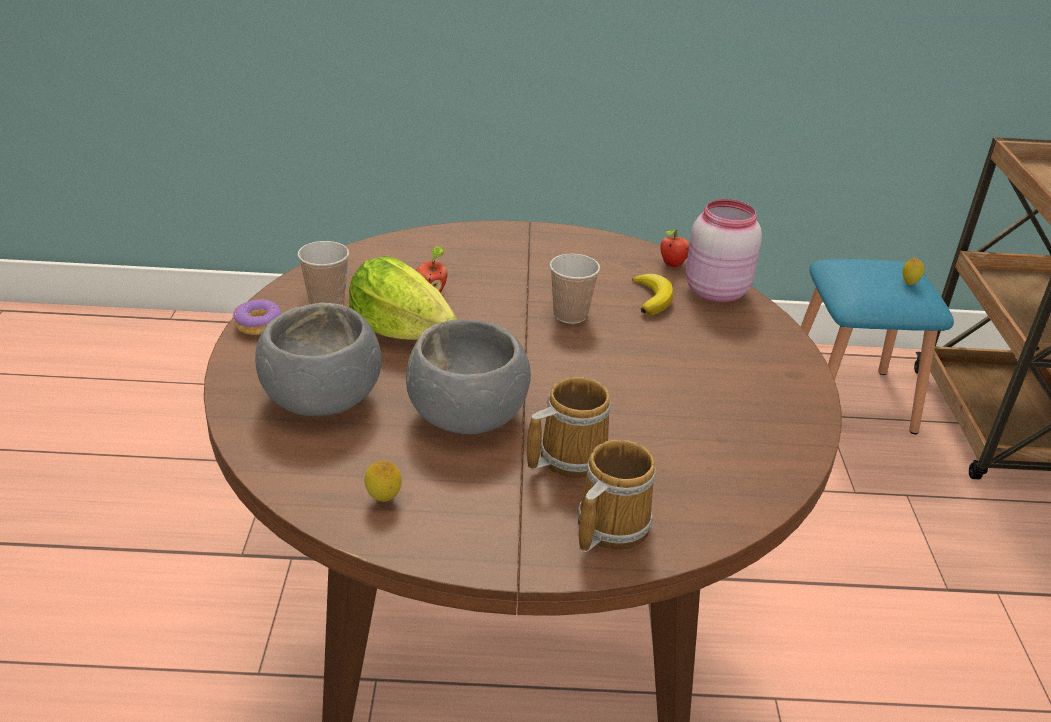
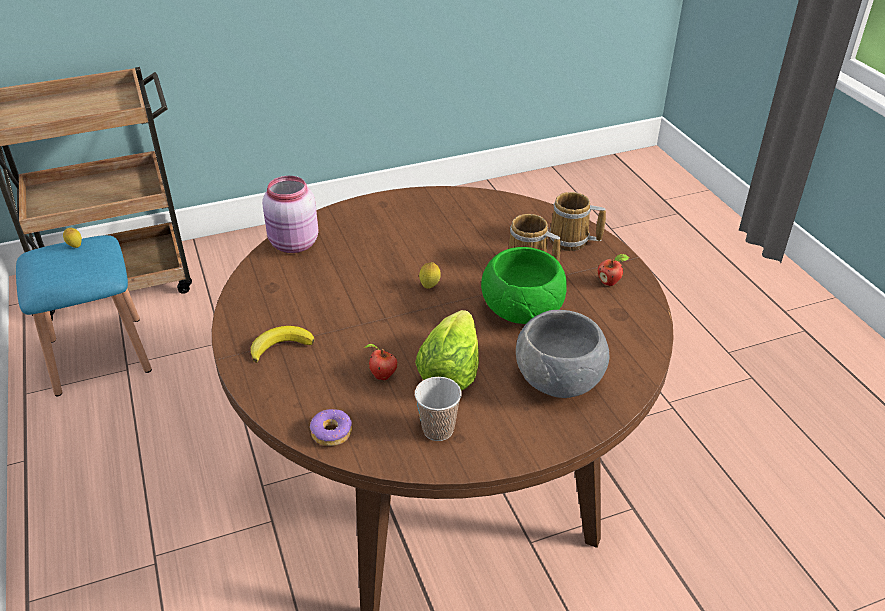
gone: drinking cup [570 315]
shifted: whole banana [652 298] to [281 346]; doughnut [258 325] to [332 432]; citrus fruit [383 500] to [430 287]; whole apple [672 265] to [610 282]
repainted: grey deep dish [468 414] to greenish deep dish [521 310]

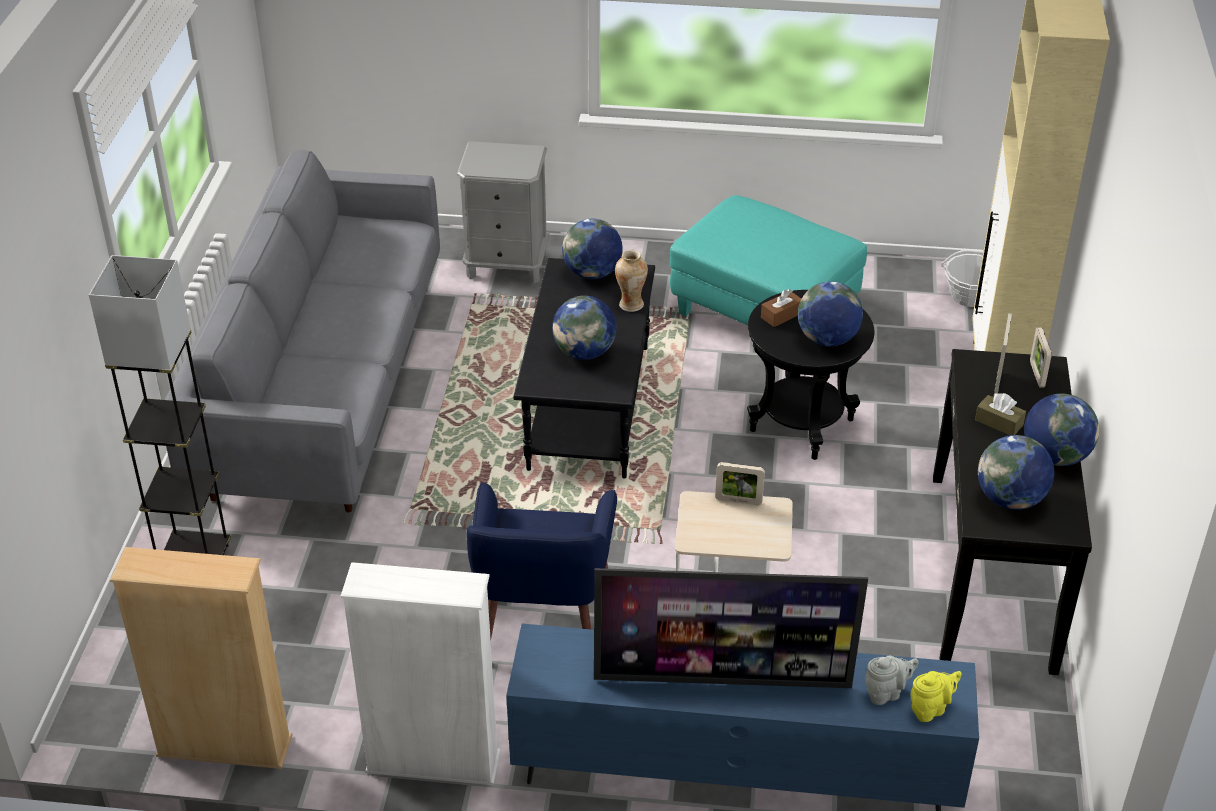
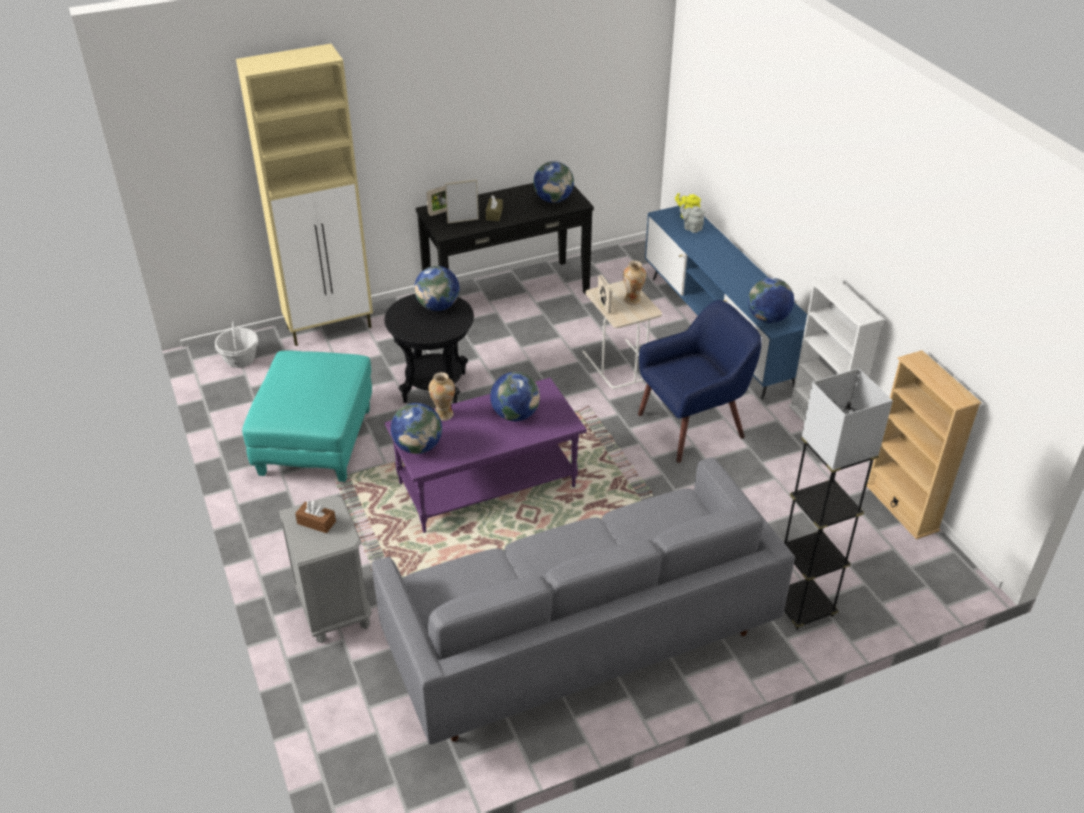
gone: television [723 680]
new: flower vase [632 300]
shifted: brownish box of tissues [781 315] to [316 522]; world globe [1055 456] to [768 318]
repainted: black low table [587 406] to purplish low table [487 486]

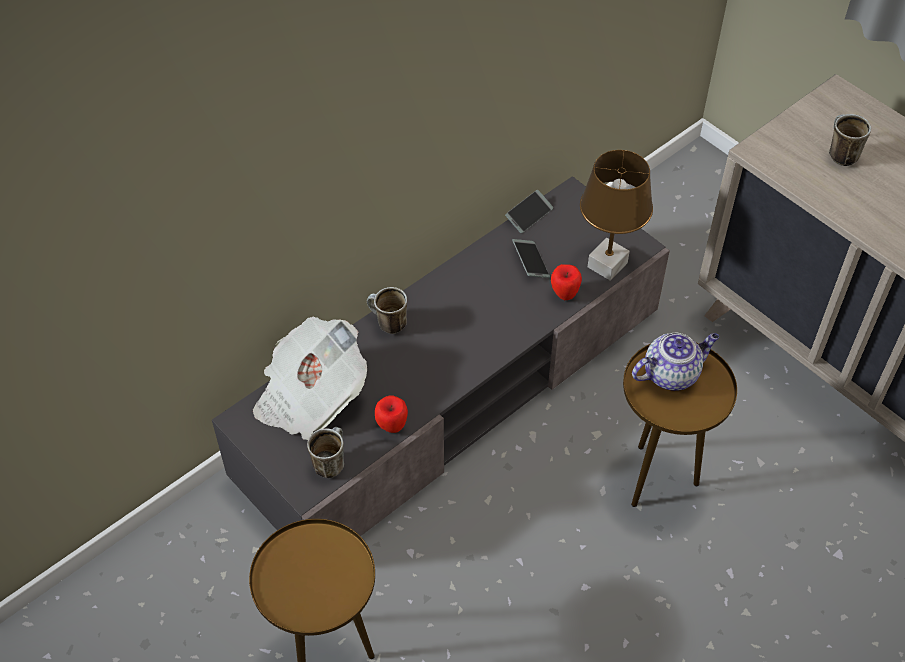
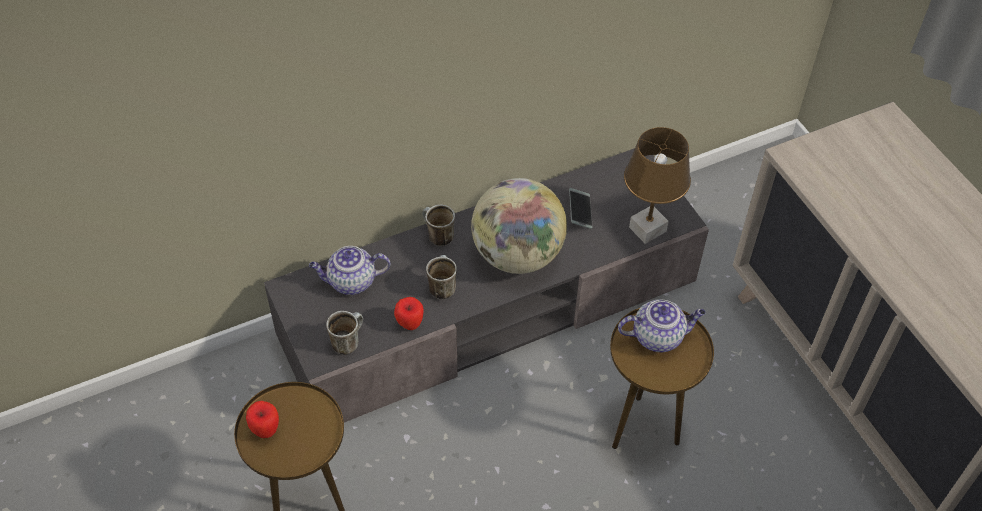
gone: telephone [529 215]
new: world globe [517 255]
shifted: whole apple [564 295] to [266 430]; mug [839 154] to [441 287]
swapped: printed paper [310 396] to tea pot [351 282]

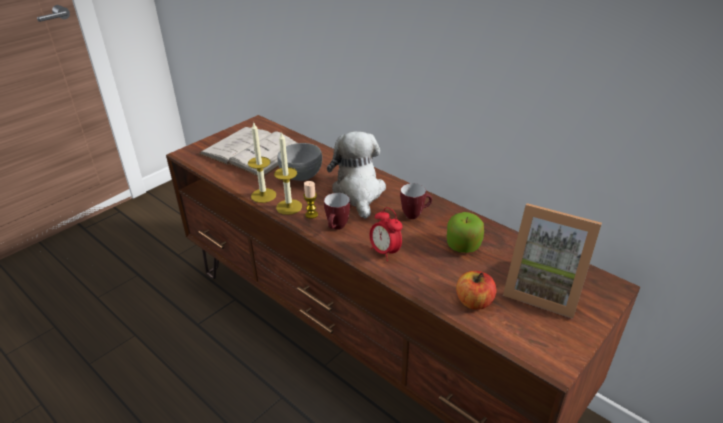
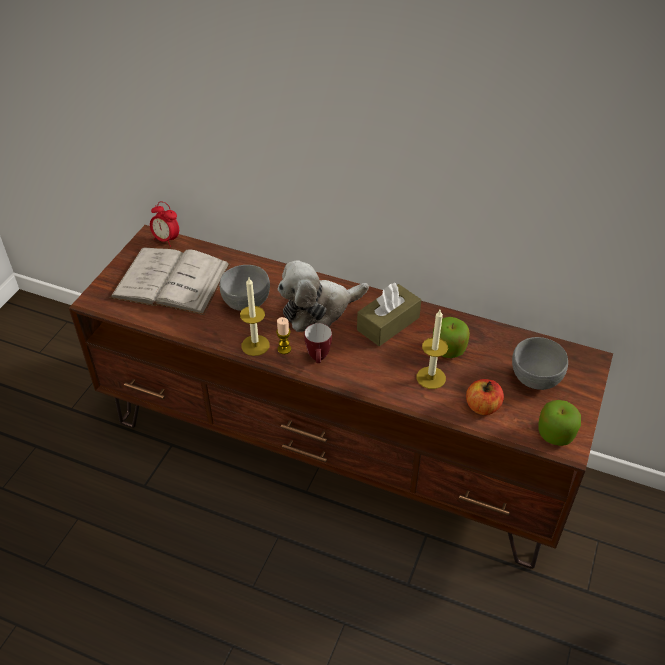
new: whole apple [555 433]
shifted: bedside clock [385 252] to [166 240]; wax light [263 195] to [431 377]
swapped: mug [415 214] to brownish box of tissues [388 324]; picture frame [543 290] to grey deep dish [536 378]
rotated: cuddly toy [359 192] = [319 310] 90 degrees counterclockwise

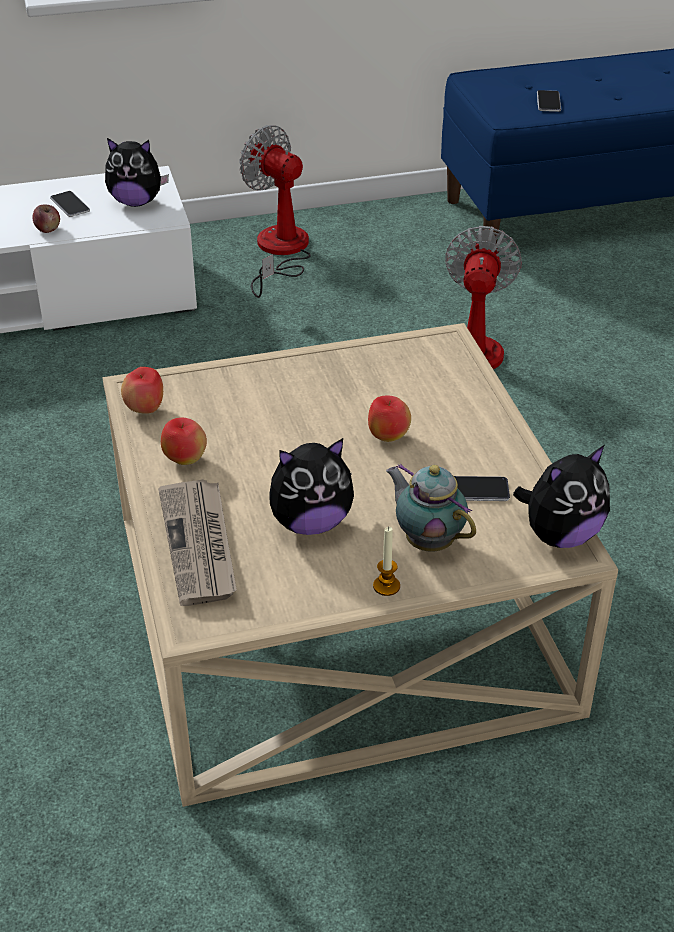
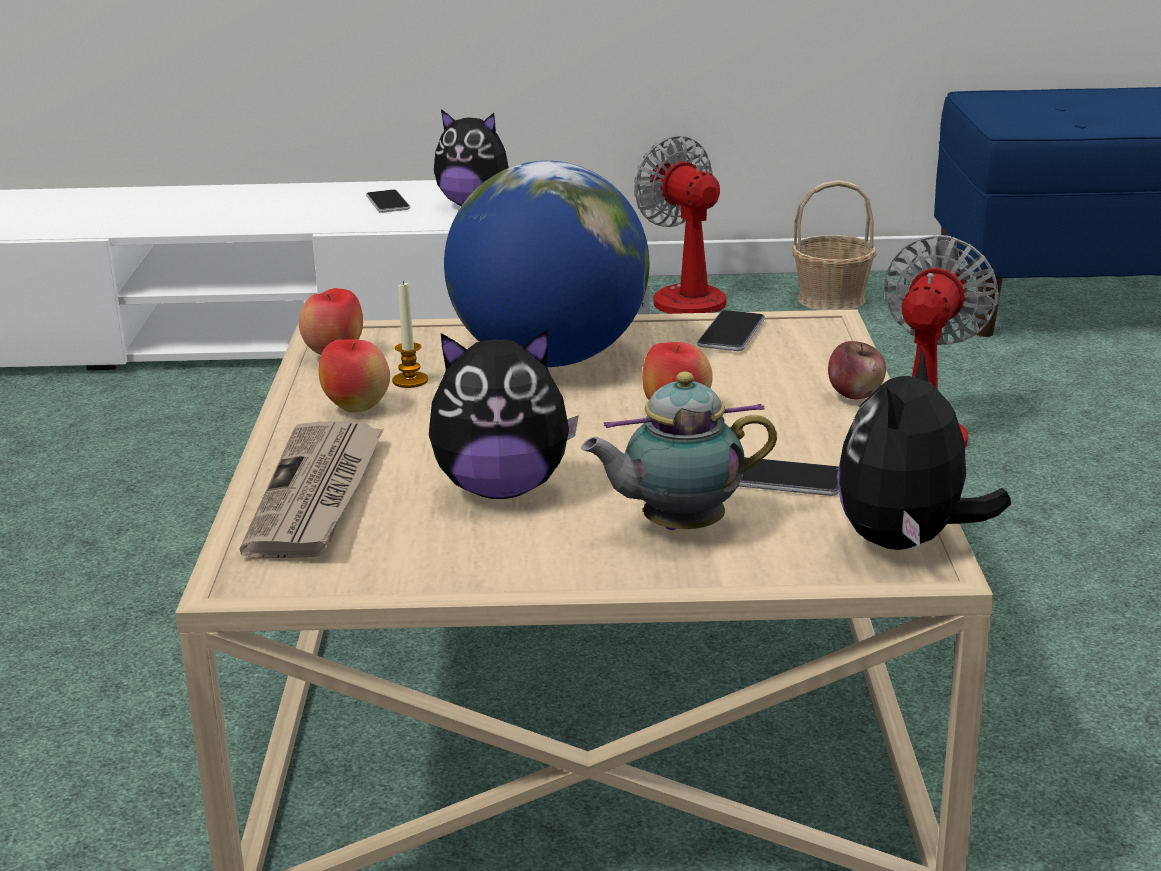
new: world globe [550 359]; household basket [832 300]
shifted: wax light [386 586] to [410 381]; telephone [548 102] to [731 333]; whole apple [48 229] to [855 394]
rotated: tea pot [427 541] = [677 527] 75 degrees counterclockwise; cuddly toy [560 535] = [907 543] 135 degrees clockwise

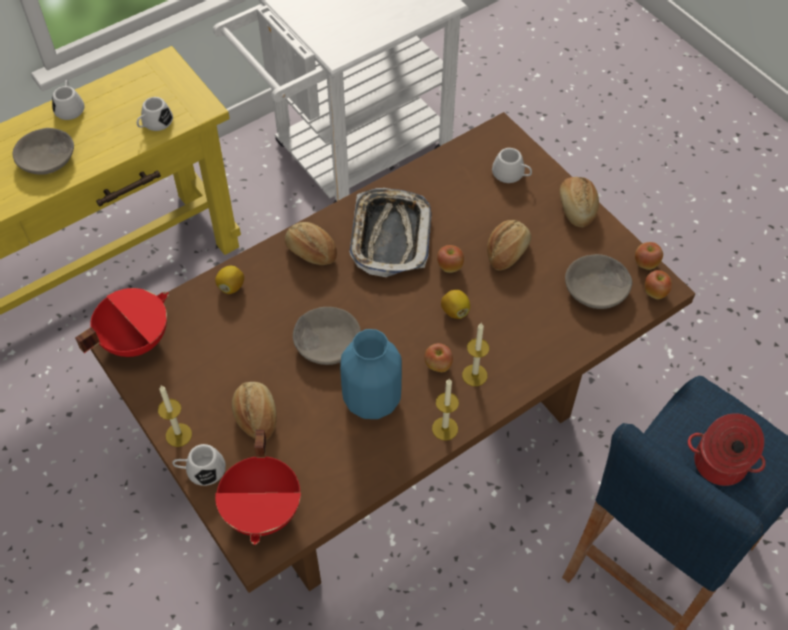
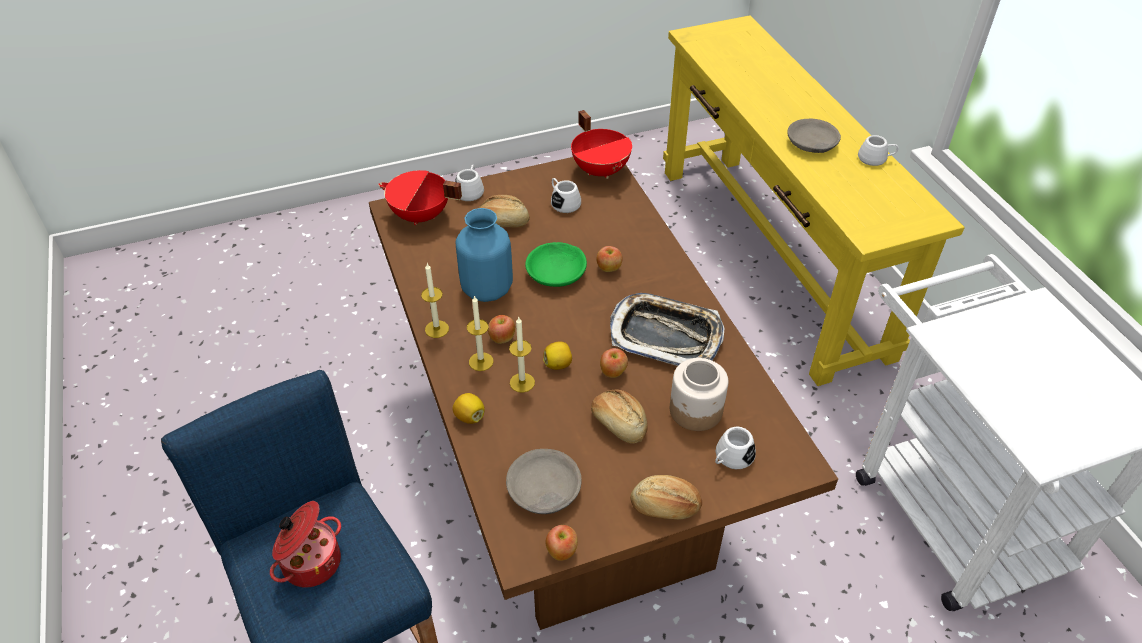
gone: baked bread [310 252]
new: preserve jar [696 411]
shifted: citrus fruit [231 286] to [469 416]; wax light [178 435] to [522 382]; white-coloured mug [154 123] to [563 202]; whole apple [655 292] to [609 268]
repainted: grey deep dish [326 342] to greenish deep dish [557 272]

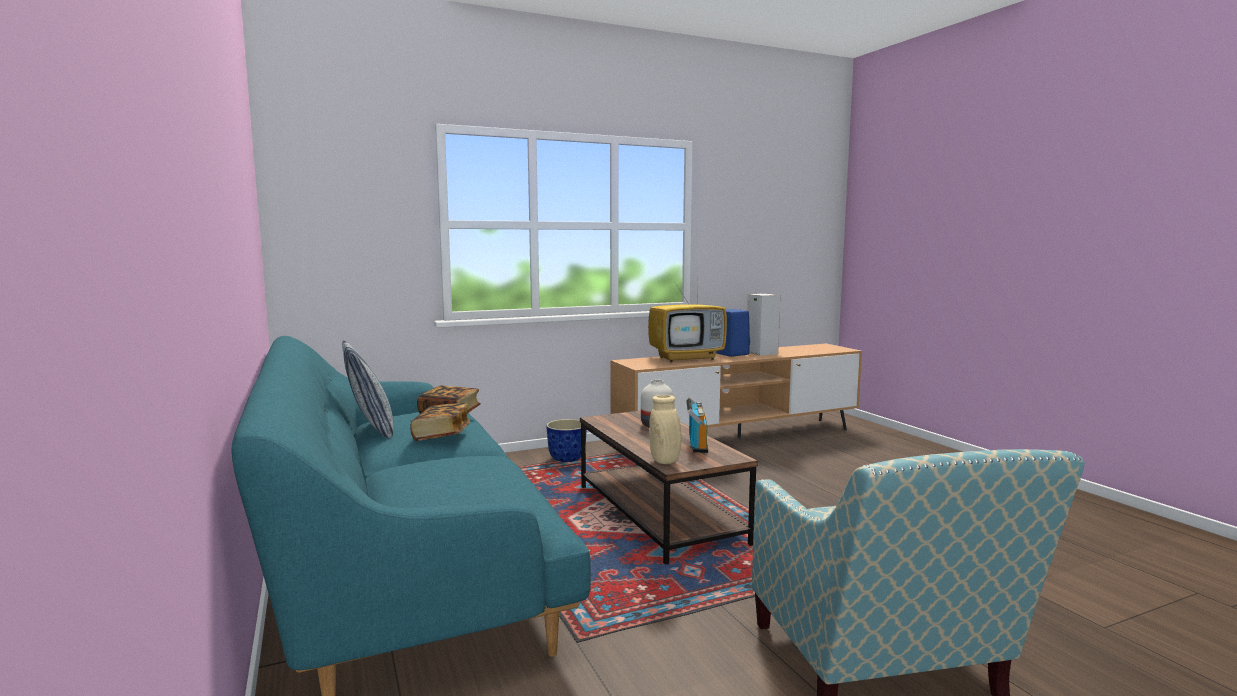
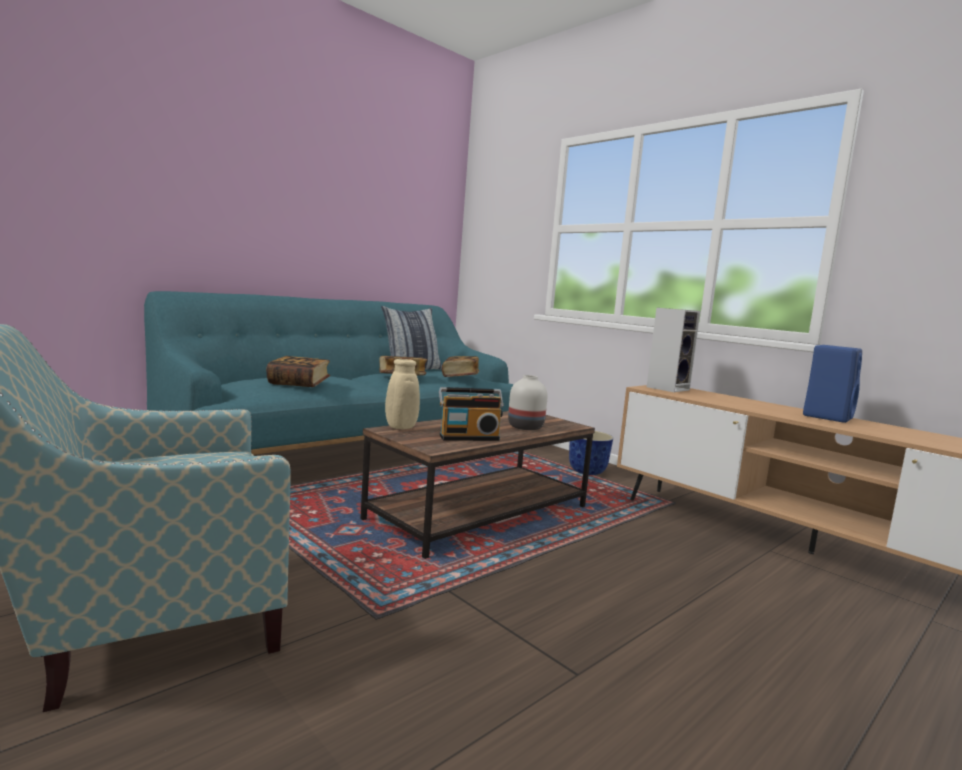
gone: television [687 358]
new: volume [298 384]
shifted: audio speaker [760 352] to [668 388]

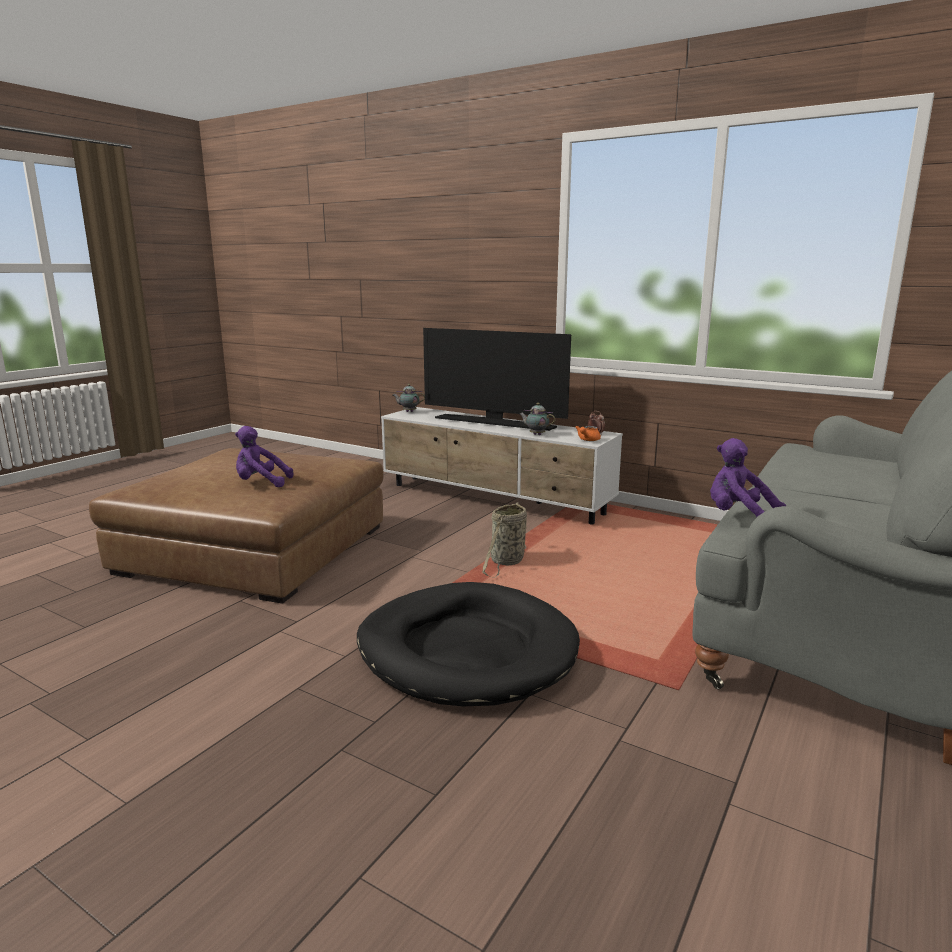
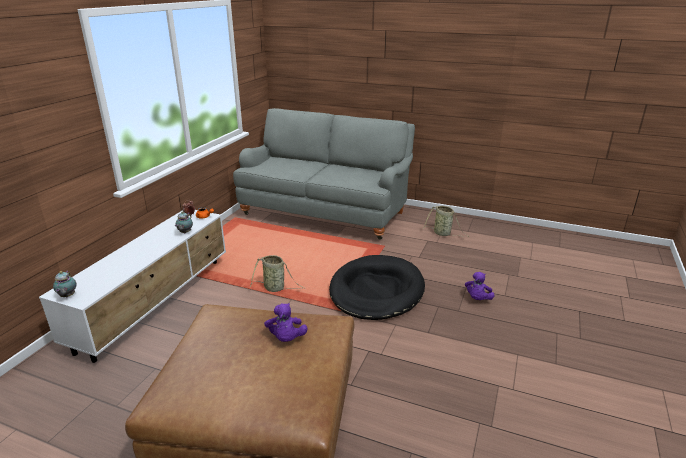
gone: television [495 423]
new: household basket [443 234]
shifted: purplish cuddly toy [739 517] to [477 299]

